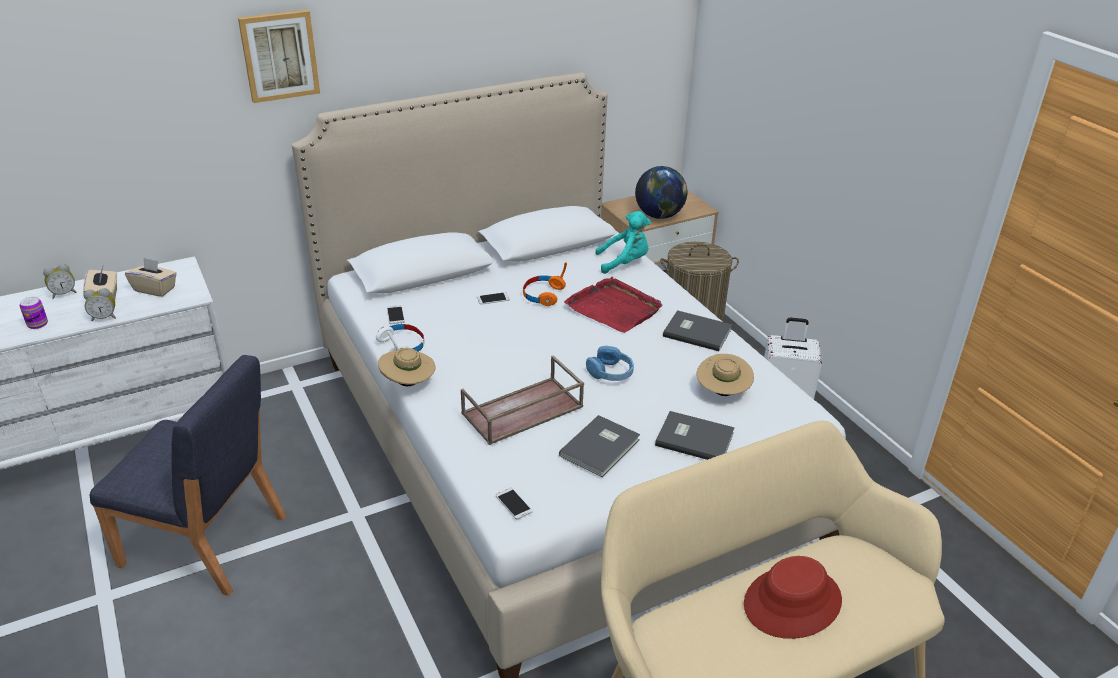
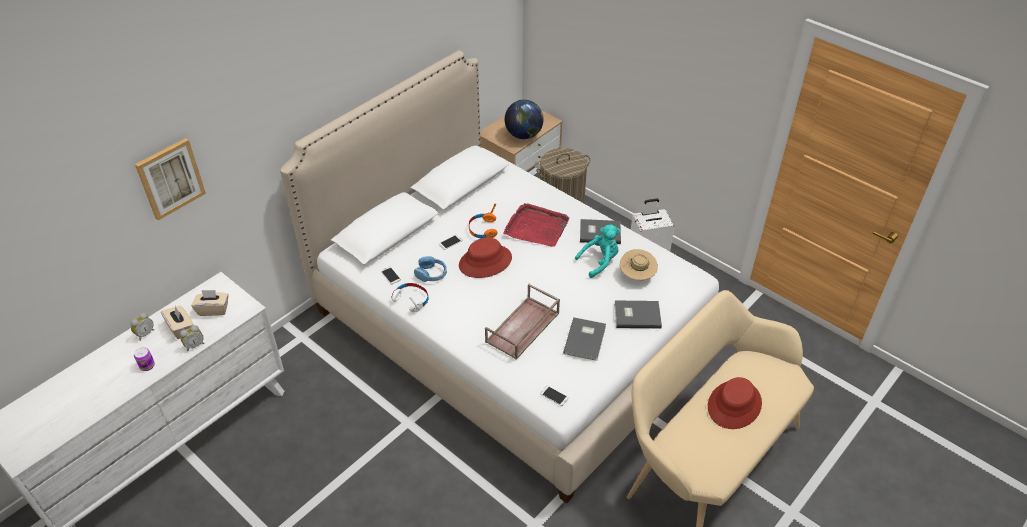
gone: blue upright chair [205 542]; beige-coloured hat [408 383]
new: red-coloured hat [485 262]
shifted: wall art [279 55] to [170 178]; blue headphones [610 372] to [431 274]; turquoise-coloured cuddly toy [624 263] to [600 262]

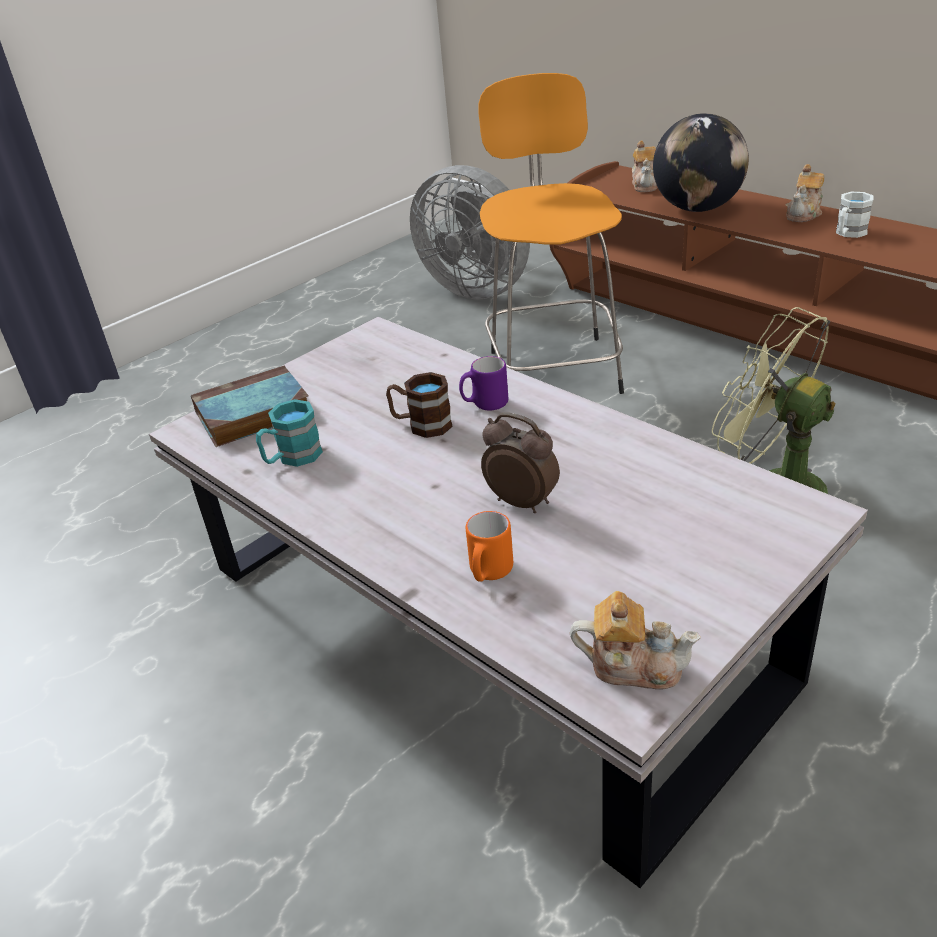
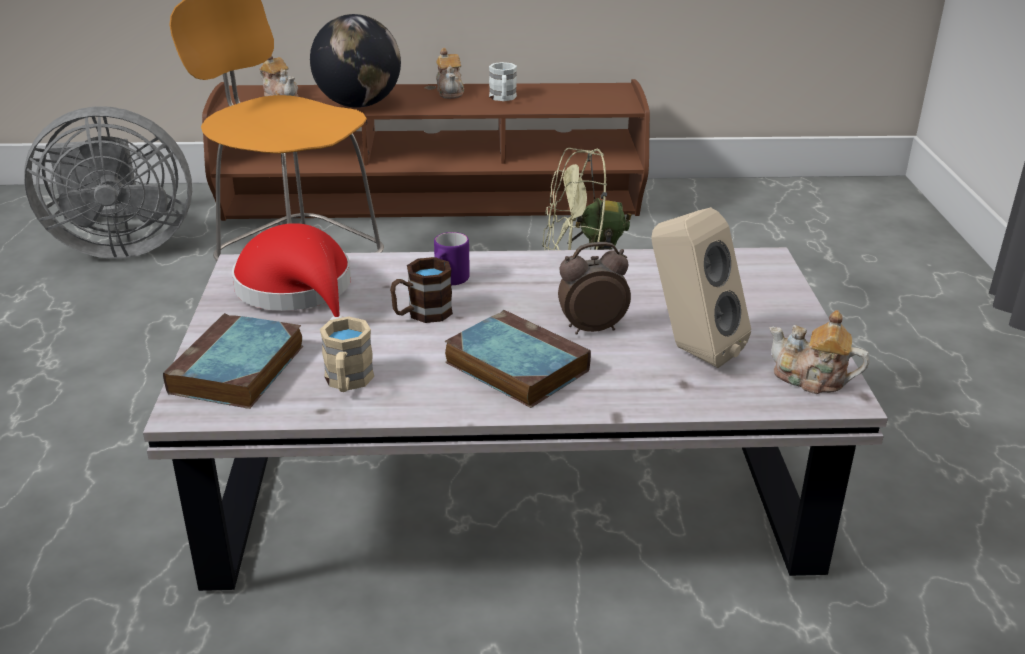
gone: orangey mug [488 573]
new: red-coloured hat [299 291]; volume [513 366]; beige-coloured audio speaker [689 351]
repainted: turquoise-coloured mug [292 458] to beige-coloured mug [348 383]
rotated: tea pot [633 665] = [811 379] 120 degrees counterclockwise

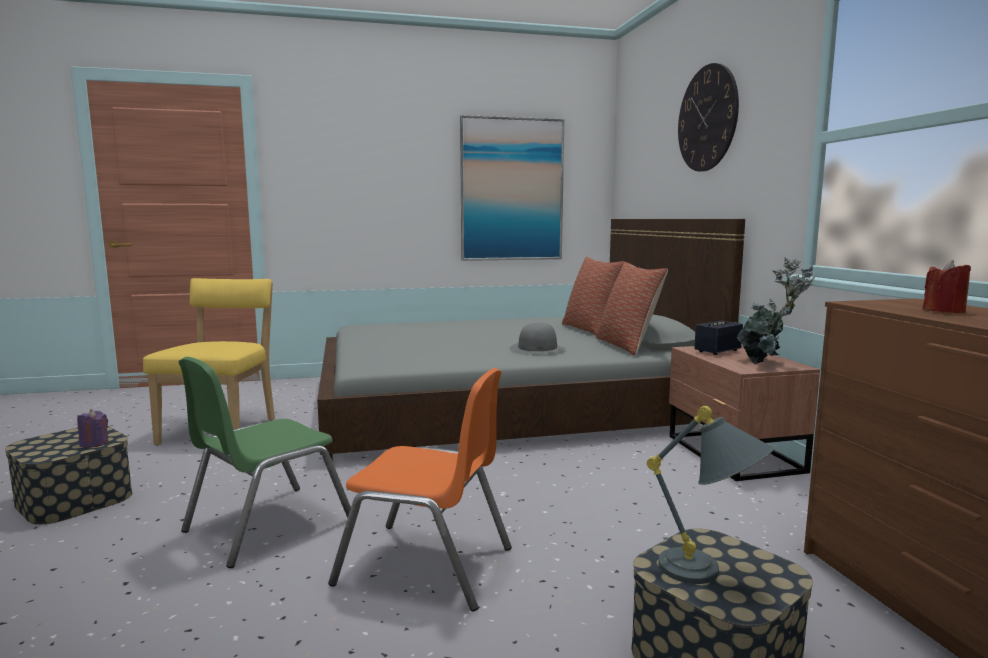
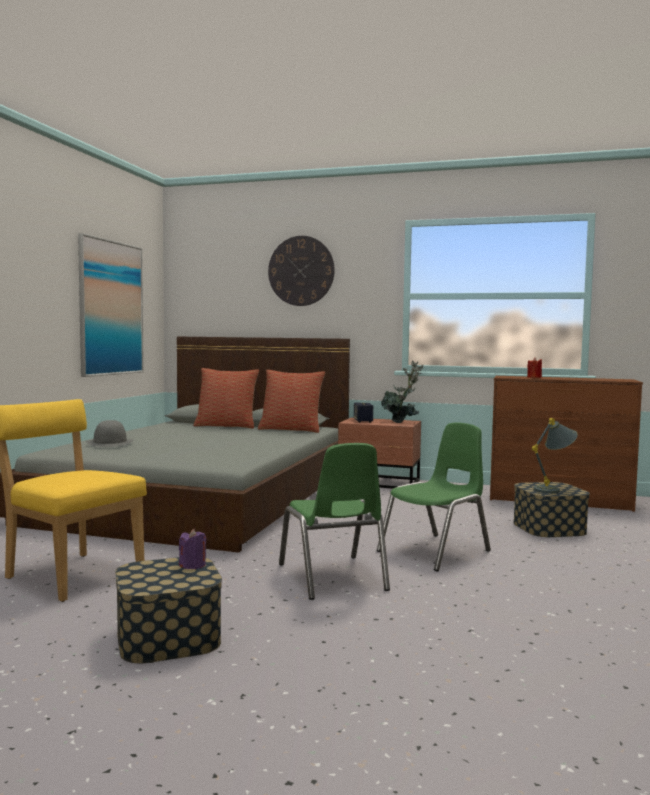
shifted: grey hat [537 349] to [110 443]
repainted: orangey upright chair [426 566] to greenish upright chair [435 551]

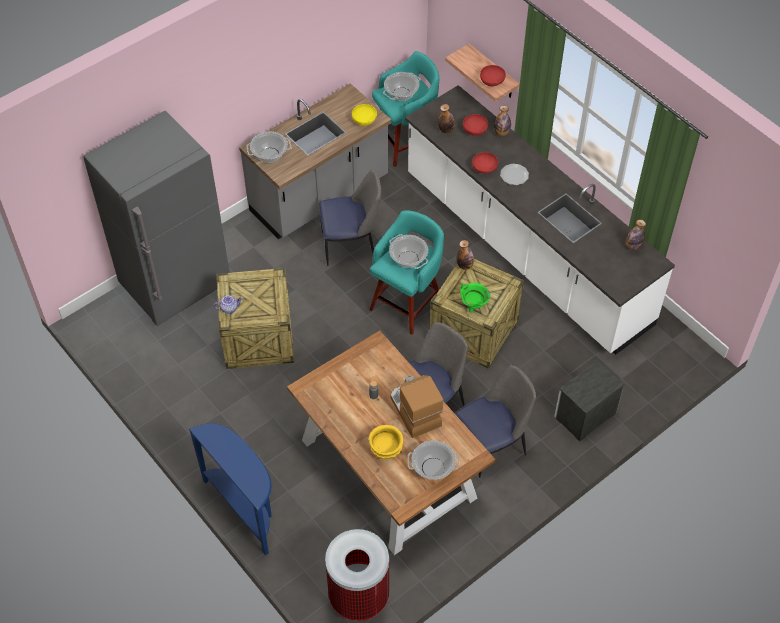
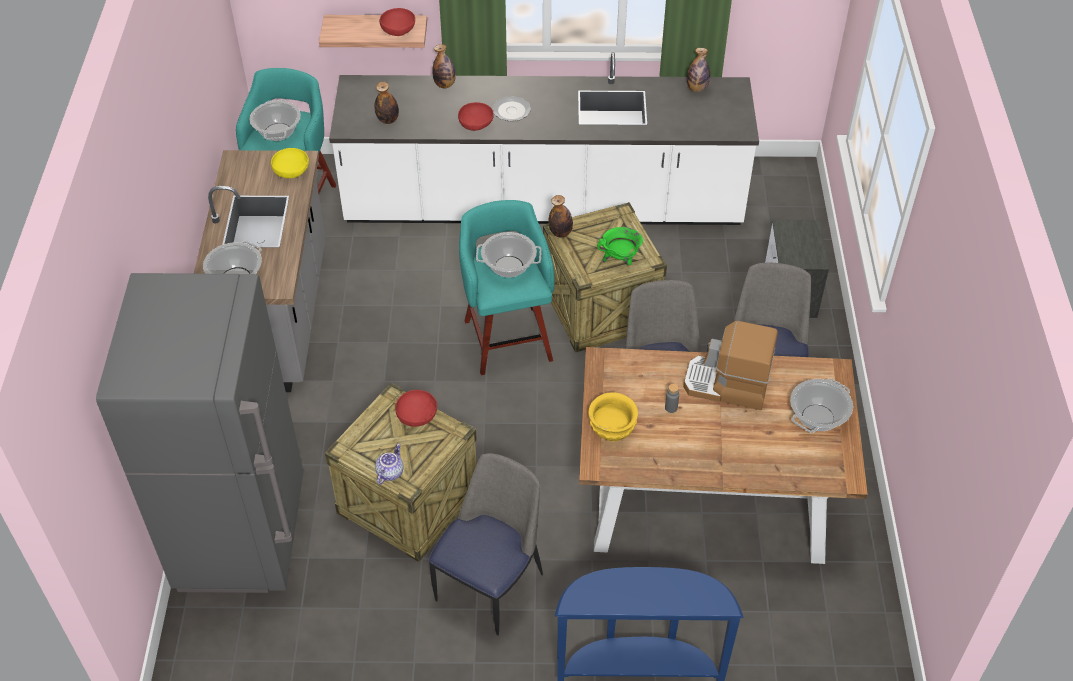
gone: trash can [358 596]
shifted: red-coloured deep dish [475 130] to [417 416]; upright chair [351 245] to [491 584]; yellow deep dish [386 449] to [612 427]

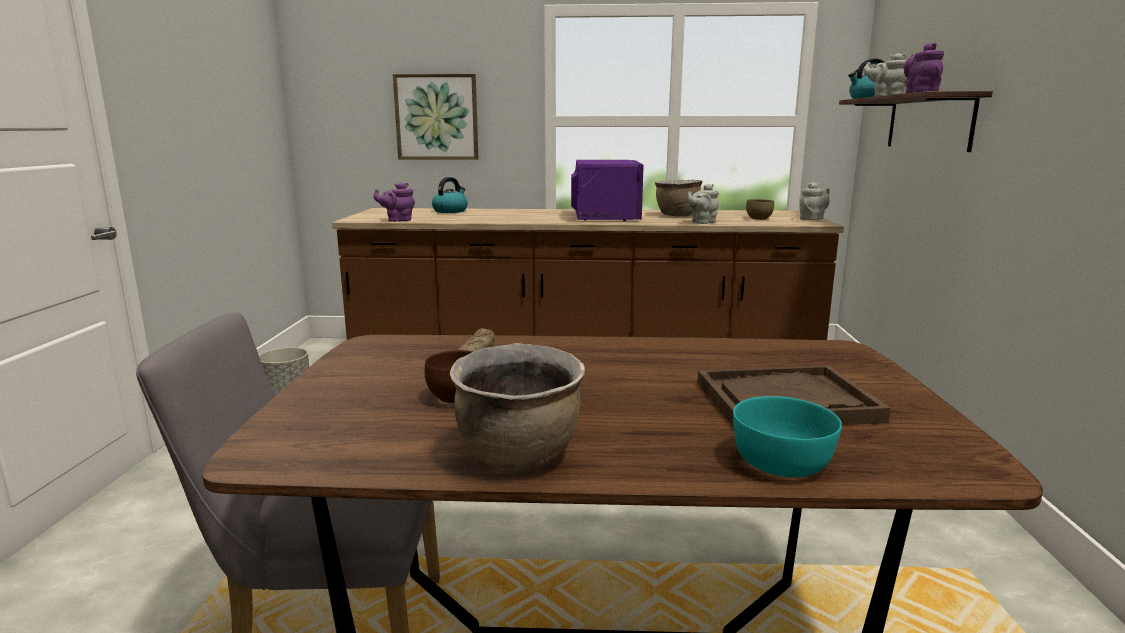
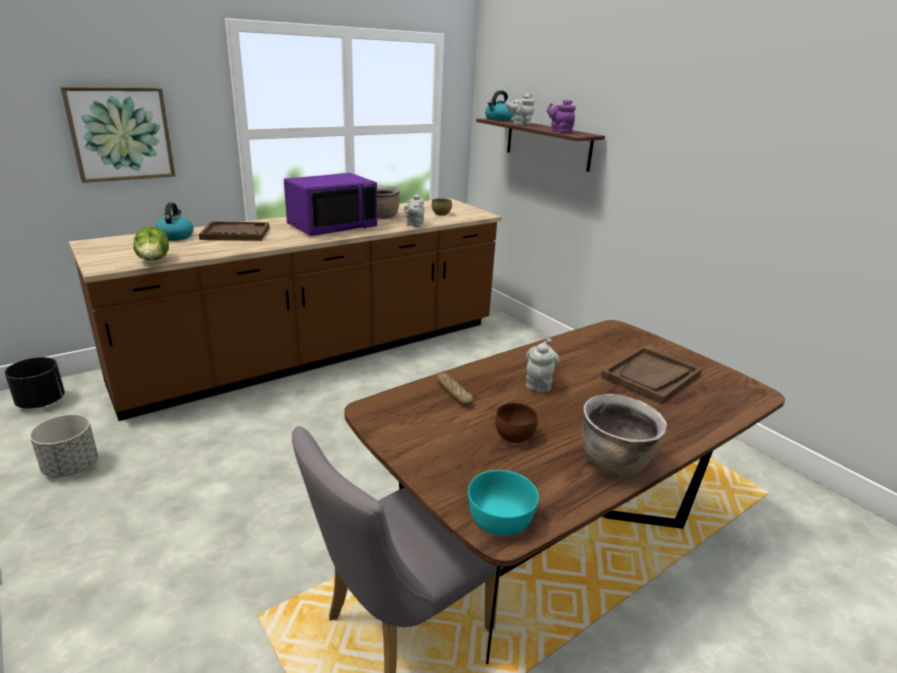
new: black planter [41 402]; brownish tray [235 233]
shifted: turquoise-coloured deep dish [783 462] to [501 518]; grey tea pot [813 219] to [539 384]
swapped: purplish tea pot [397 220] to head of lettuce [154 261]
rotated: purplish microwave [604 216] = [332 226] 90 degrees clockwise

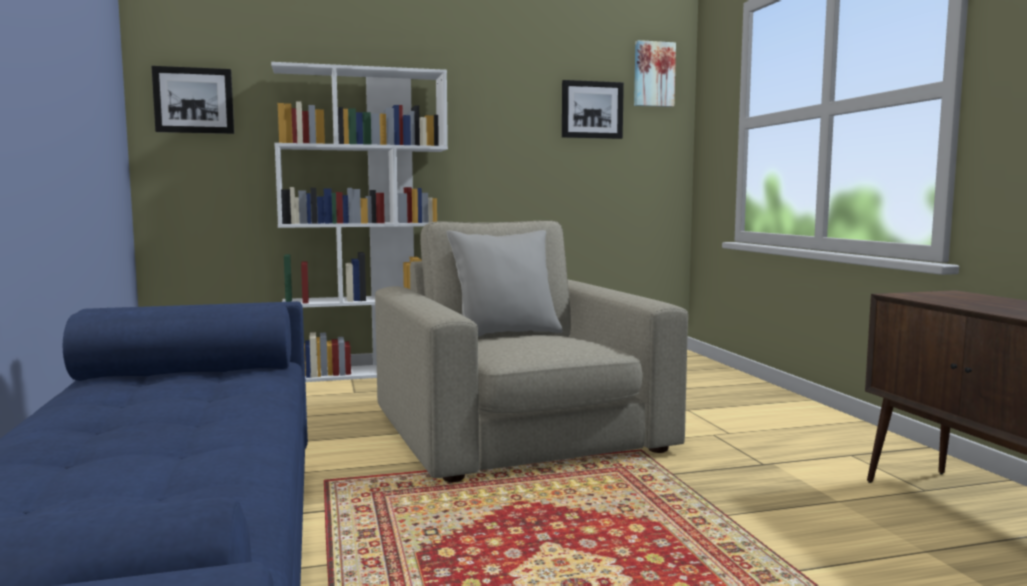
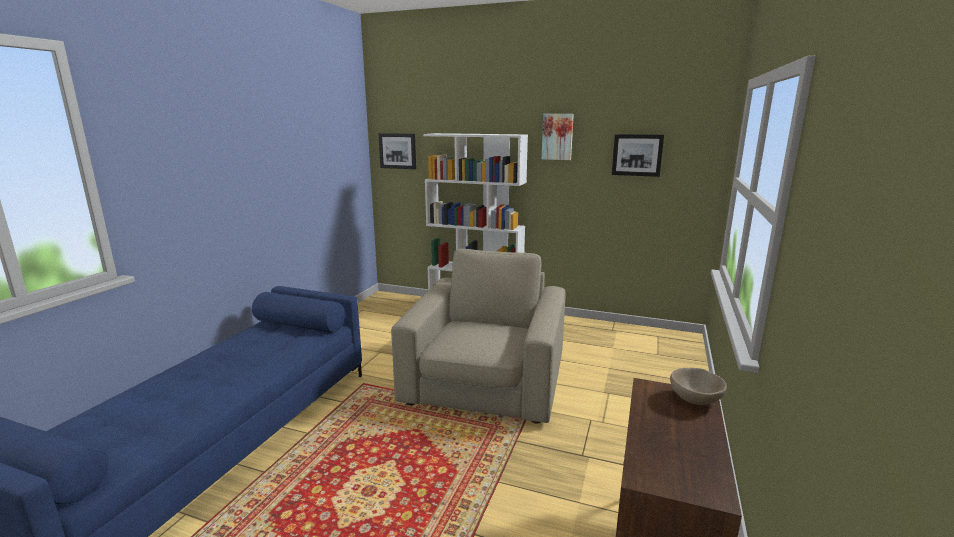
gone: grey throw pillow [505 335]
new: beige-coloured deep dish [695 400]
shifted: wall art [653 74] to [557 136]

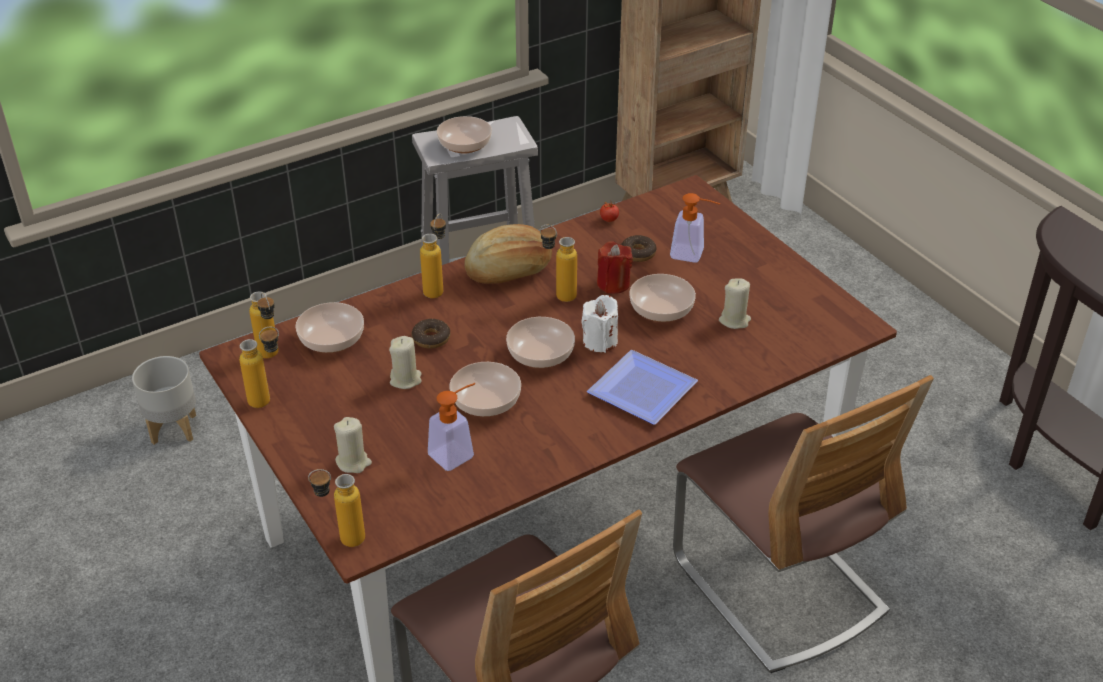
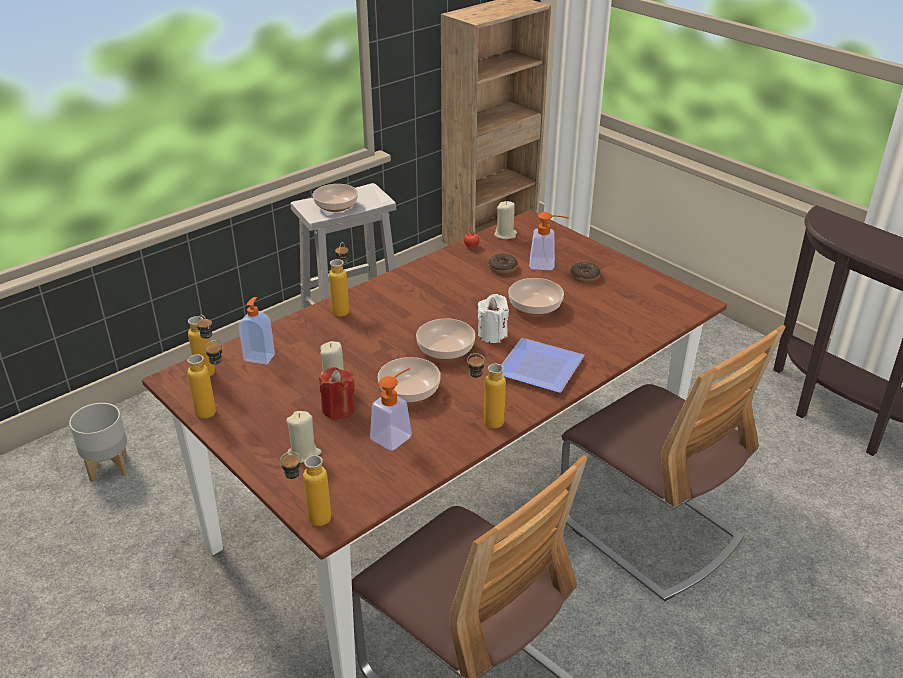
gone: baked bread [509 270]
shifted: red-coloured wax light [613 284] to [338 409]; drink bottle [558 295] to [485 422]; beige-coloured wax light [734 320] to [505 234]; doughnut [431 338] to [584 276]
swapped: deep dish [330 339] to liquid soap bottle [259 357]

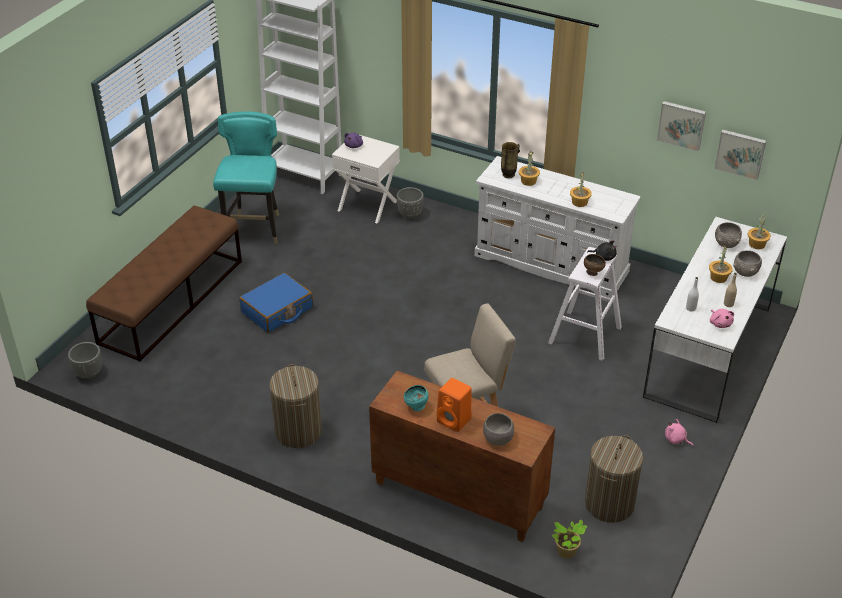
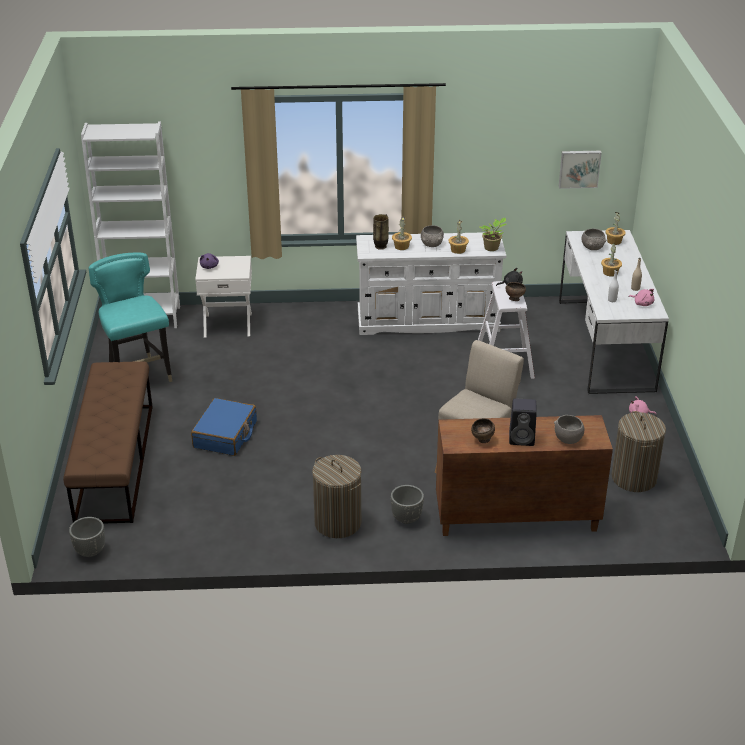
gone: wall art [681 125]
shifted: grey planter [409 215] to [406 518]; grey deep dish [745 272] to [432 244]; plant in a pot [567 552] to [492 248]
repainted: turquoise-coloured deep dish [416 407] to brownish deep dish [482 440]; orangey audio speaker [455 420] to black audio speaker [522 438]

